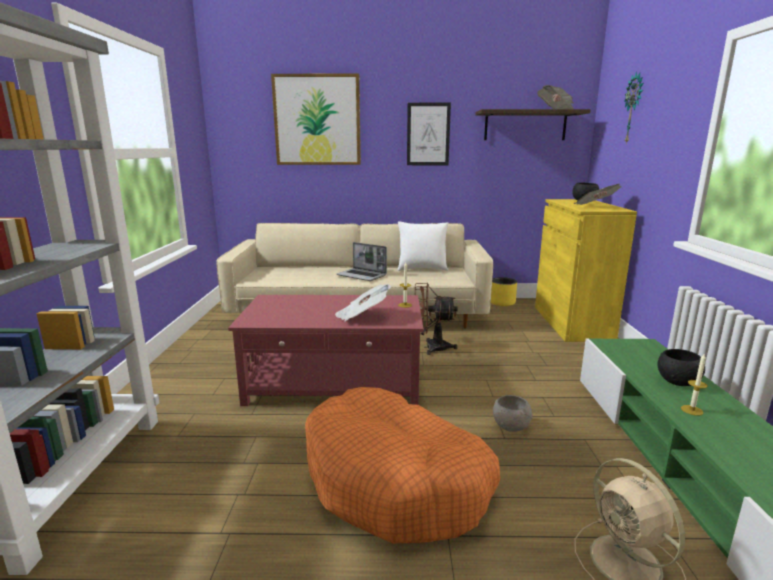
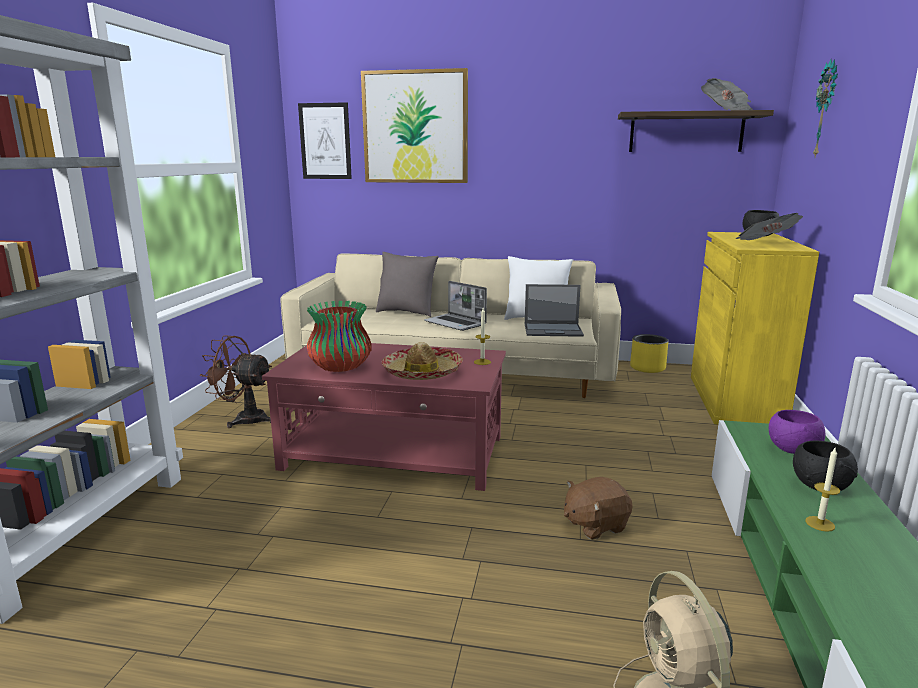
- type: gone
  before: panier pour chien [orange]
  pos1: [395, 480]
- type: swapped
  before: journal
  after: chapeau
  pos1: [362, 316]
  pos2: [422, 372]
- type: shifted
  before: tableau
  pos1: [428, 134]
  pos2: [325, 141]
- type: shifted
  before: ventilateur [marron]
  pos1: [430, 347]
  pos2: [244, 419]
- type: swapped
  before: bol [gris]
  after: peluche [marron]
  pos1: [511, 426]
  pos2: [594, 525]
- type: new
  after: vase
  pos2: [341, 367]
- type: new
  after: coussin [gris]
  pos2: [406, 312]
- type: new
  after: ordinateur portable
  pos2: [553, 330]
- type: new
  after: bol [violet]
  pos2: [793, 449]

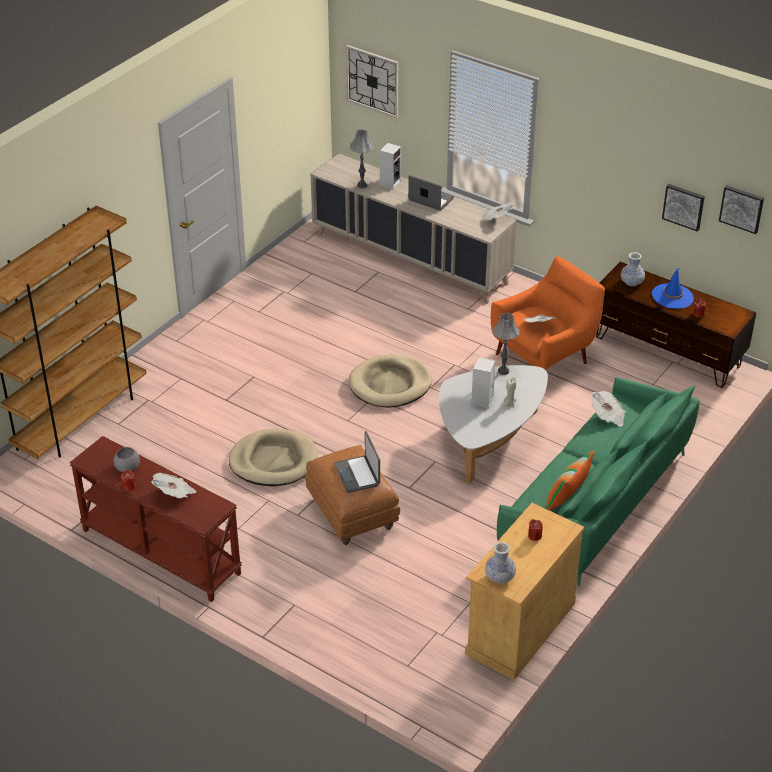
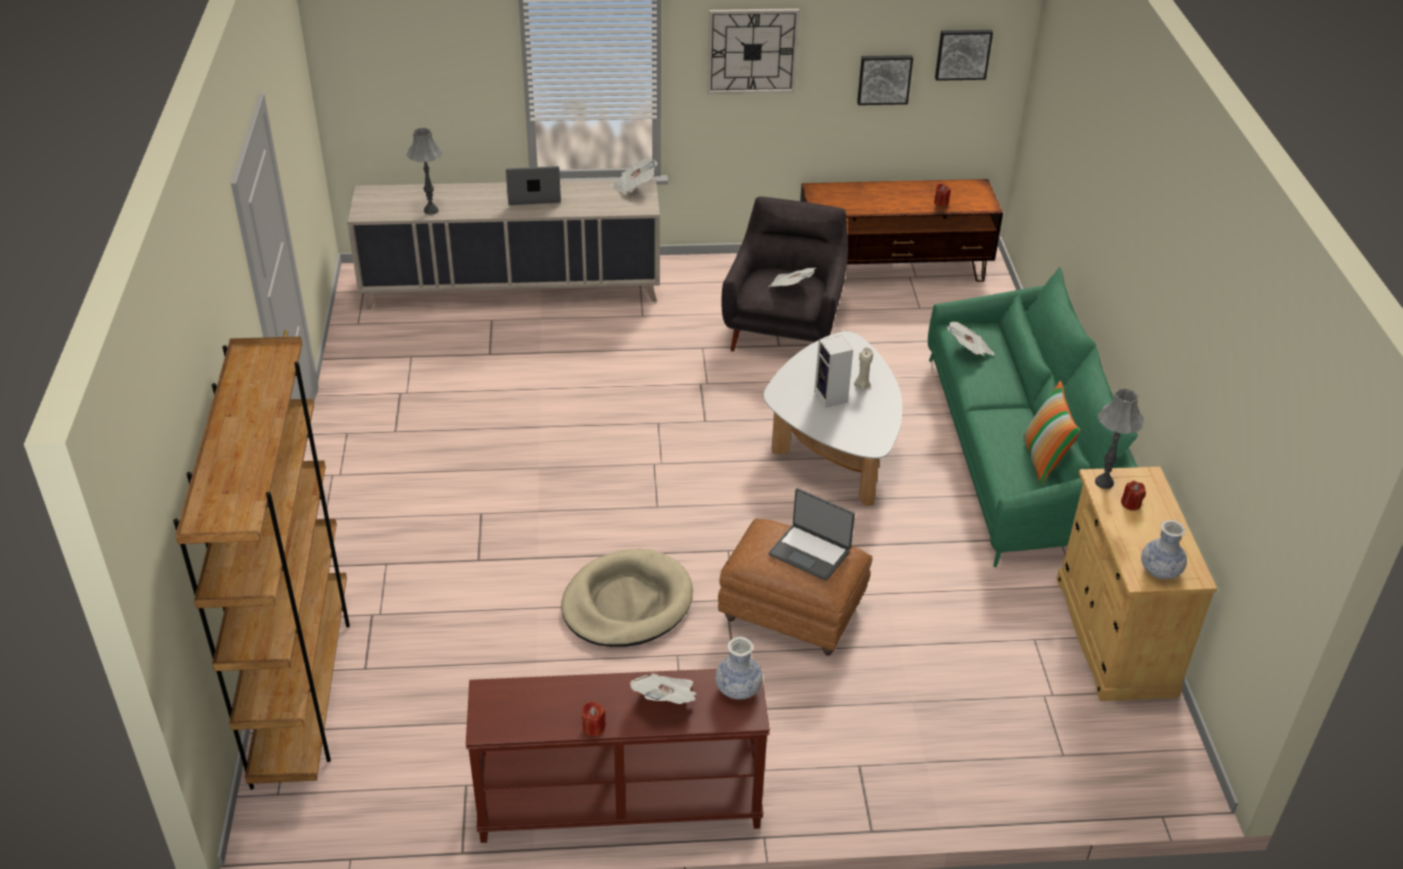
- type: gone
  before: bol [gris]
  pos1: [127, 467]
- type: shifted
  before: horloge murale
  pos1: [372, 81]
  pos2: [752, 51]
- type: gone
  before: panier pour chien [beige]
  pos1: [390, 384]
- type: gone
  before: enceinte
  pos1: [390, 183]
- type: repainted
  before: fauteuil [orange]
  after: fauteuil [gris]
  pos1: [544, 357]
  pos2: [784, 330]
- type: shifted
  before: lampe de table [gris]
  pos1: [503, 371]
  pos2: [1104, 482]
- type: shifted
  before: vase
  pos1: [631, 282]
  pos2: [738, 689]
- type: gone
  before: chapeau [bleu]
  pos1: [672, 296]

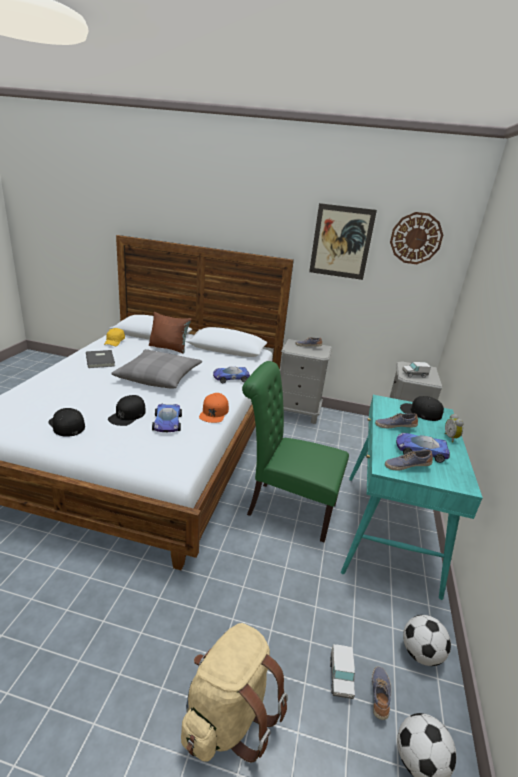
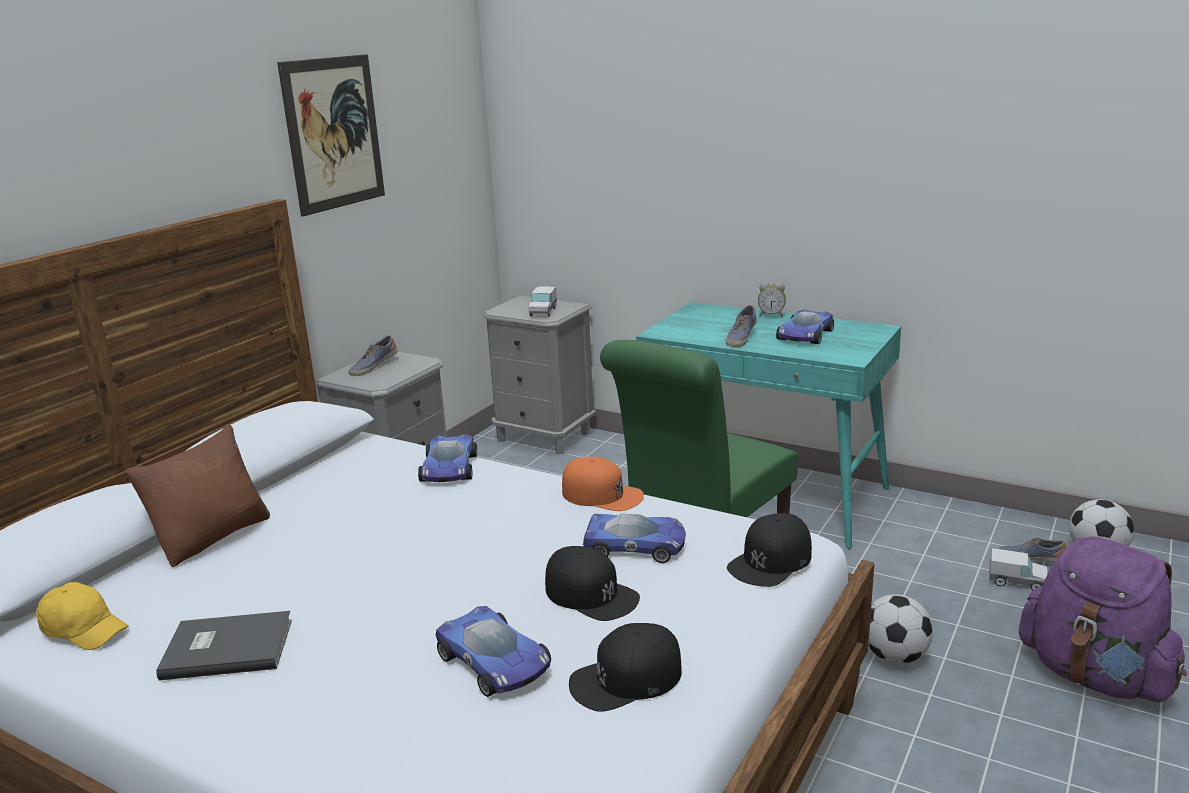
- type: gone
  before: coussin [gris]
  pos1: [159, 376]
- type: repainted
  before: sac à dos [beige]
  after: sac à dos [violet]
  pos1: [228, 715]
  pos2: [1095, 676]
- type: gone
  before: chaussure
  pos1: [406, 466]
- type: gone
  before: horloge murale
  pos1: [416, 238]
- type: shifted
  before: casquette [noir]
  pos1: [420, 412]
  pos2: [771, 561]
- type: shifted
  before: ballon de foot
  pos1: [420, 653]
  pos2: [894, 656]
- type: new
  after: petite voiture
  pos2: [495, 662]

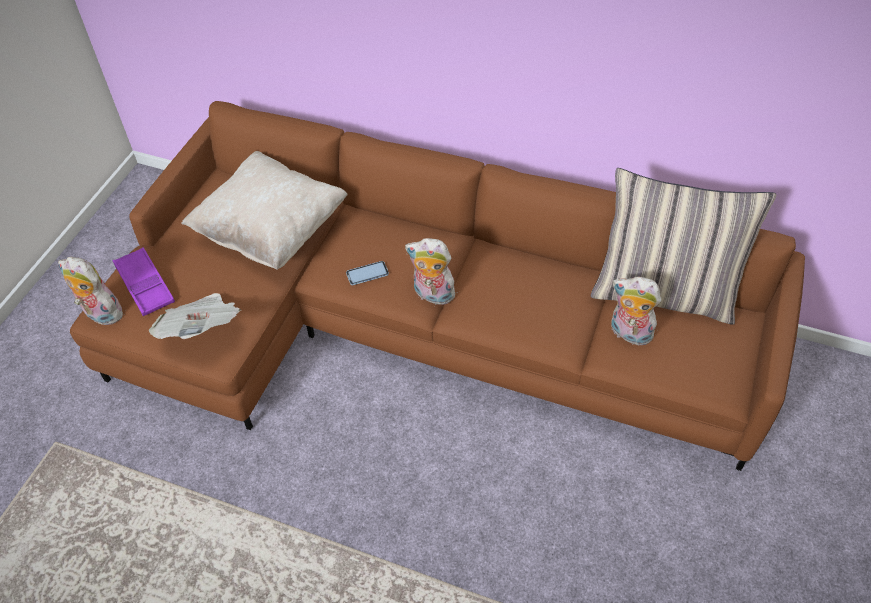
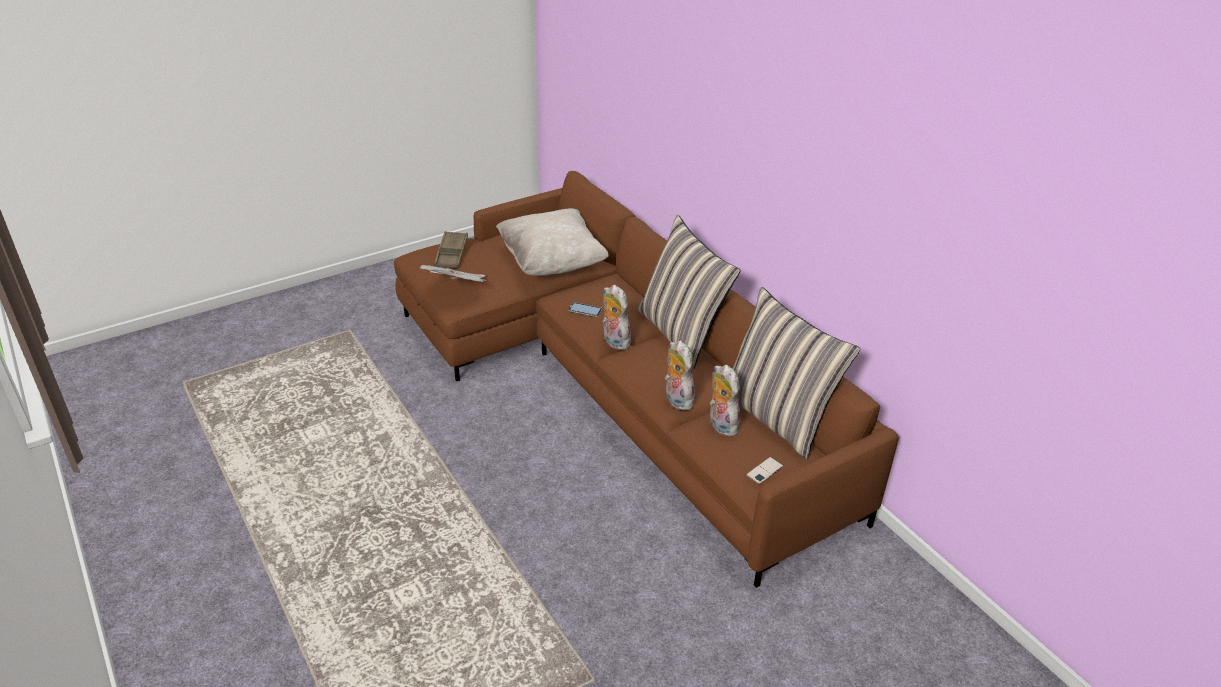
- type: shifted
  before: peluche
  pos1: [100, 314]
  pos2: [676, 399]
- type: repainted
  before: plateau [violet]
  after: plateau [marron]
  pos1: [145, 285]
  pos2: [451, 254]
- type: new
  after: coussin
  pos2: [681, 334]
- type: new
  after: téléphone
  pos2: [764, 471]

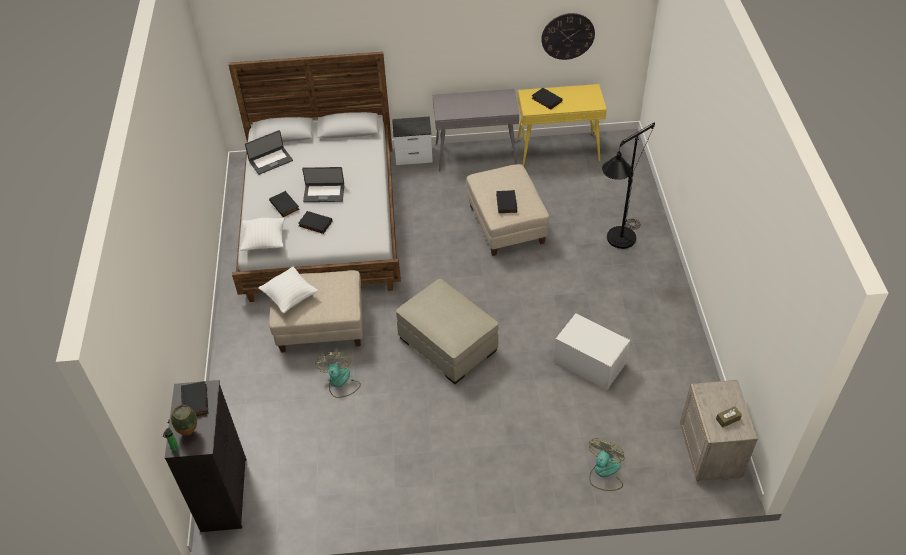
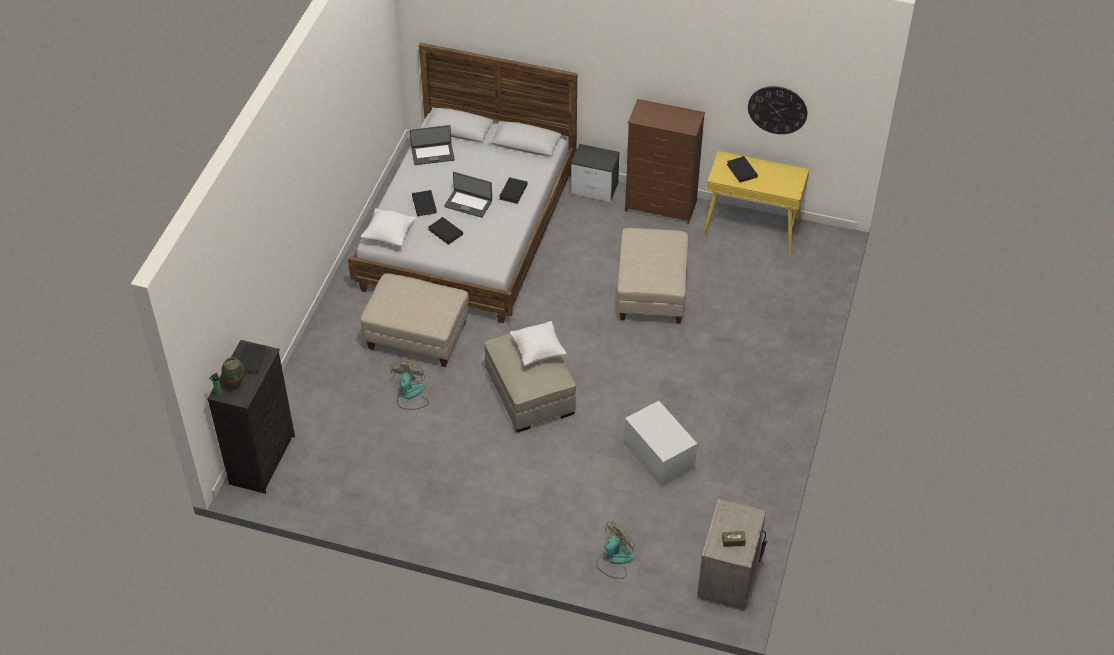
- type: shifted
  before: coussin [blanc]
  pos1: [290, 297]
  pos2: [538, 351]
- type: swapped
  before: table console [gris]
  after: commode [marron]
  pos1: [476, 154]
  pos2: [661, 207]
- type: shifted
  before: livre [noir]
  pos1: [505, 203]
  pos2: [512, 191]
- type: gone
  before: lampadaire [noir]
  pos1: [616, 243]

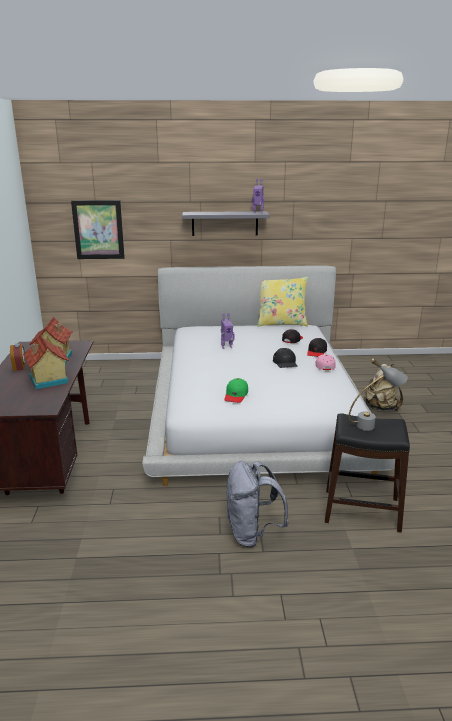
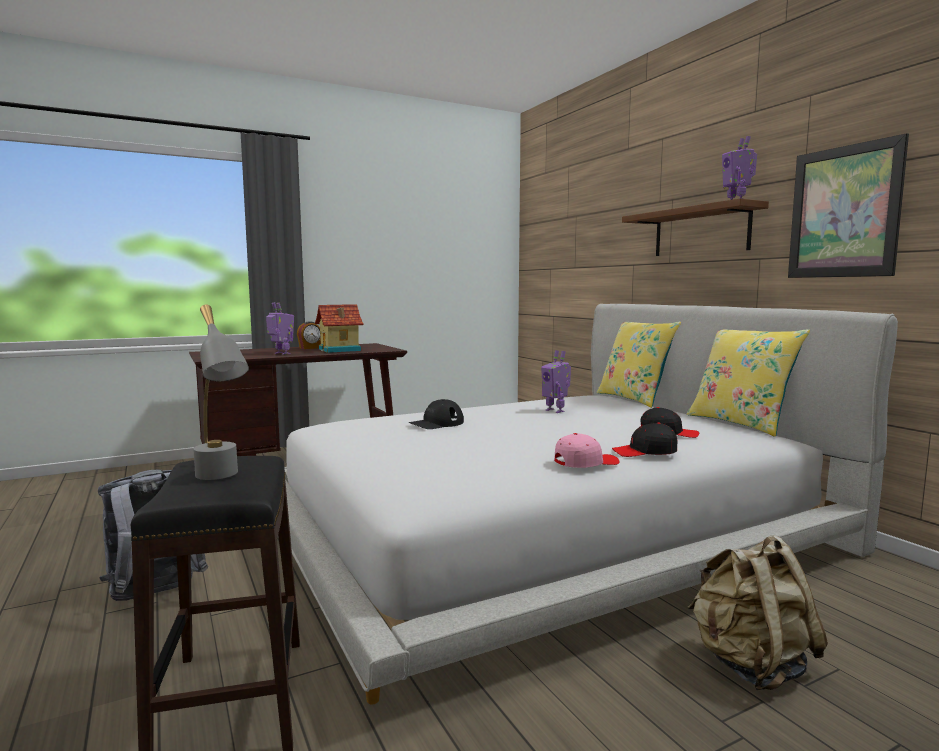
- type: swapped
  before: maison miniature
  after: robot jouet
  pos1: [47, 380]
  pos2: [281, 353]
- type: shifted
  before: tableau
  pos1: [98, 230]
  pos2: [844, 212]
- type: repainted
  before: étagère [gris]
  after: étagère [marron]
  pos1: [225, 223]
  pos2: [700, 232]
- type: gone
  before: casquette [vert]
  pos1: [236, 395]
- type: shifted
  before: casquette [noir]
  pos1: [285, 362]
  pos2: [436, 423]
- type: new
  after: coussin [jaune]
  pos2: [634, 399]

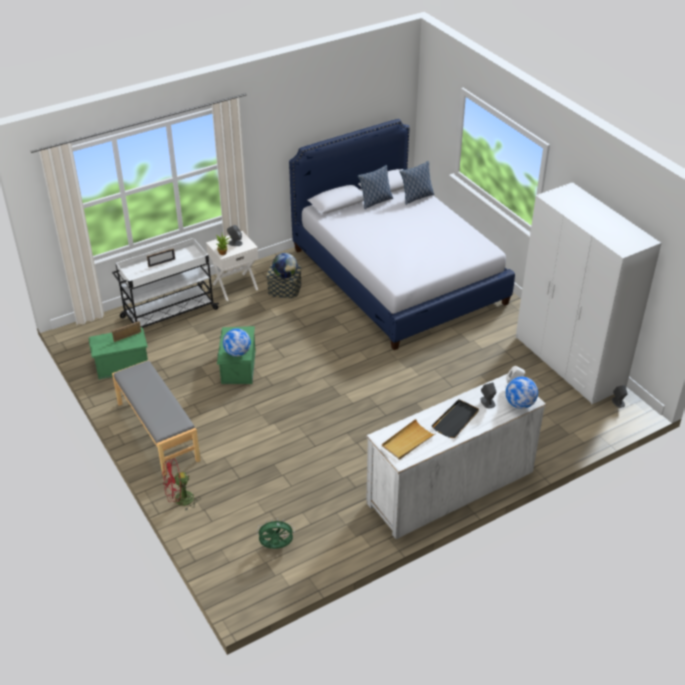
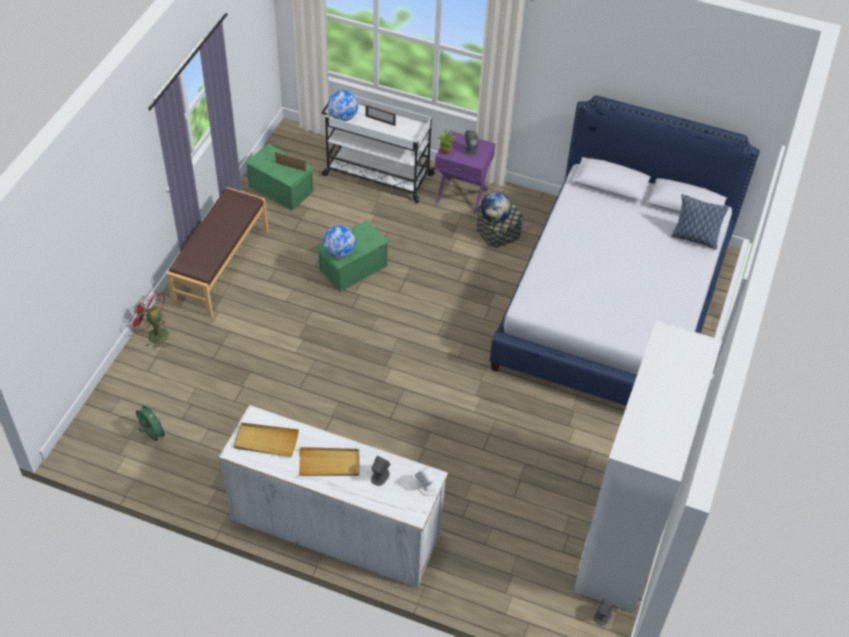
- type: repainted
  before: banc [gris]
  after: banc [marron]
  pos1: [157, 431]
  pos2: [221, 266]
- type: repainted
  before: table de chevet [blanc]
  after: table de chevet [violet]
  pos1: [235, 286]
  pos2: [462, 194]
- type: gone
  before: coussin
  pos1: [375, 202]
- type: repainted
  before: plateau [noir]
  after: plateau [beige]
  pos1: [456, 420]
  pos2: [329, 464]
- type: shifted
  before: globe
  pos1: [519, 404]
  pos2: [343, 117]

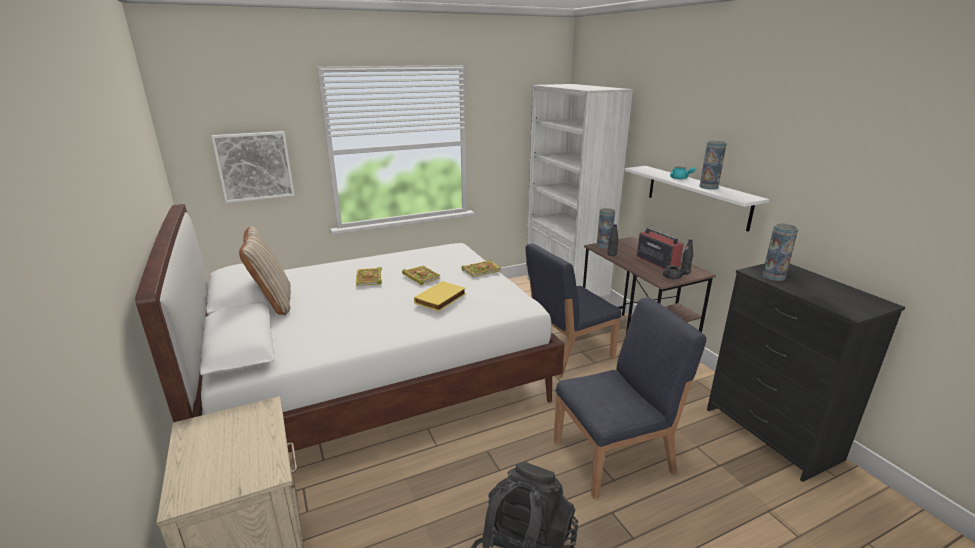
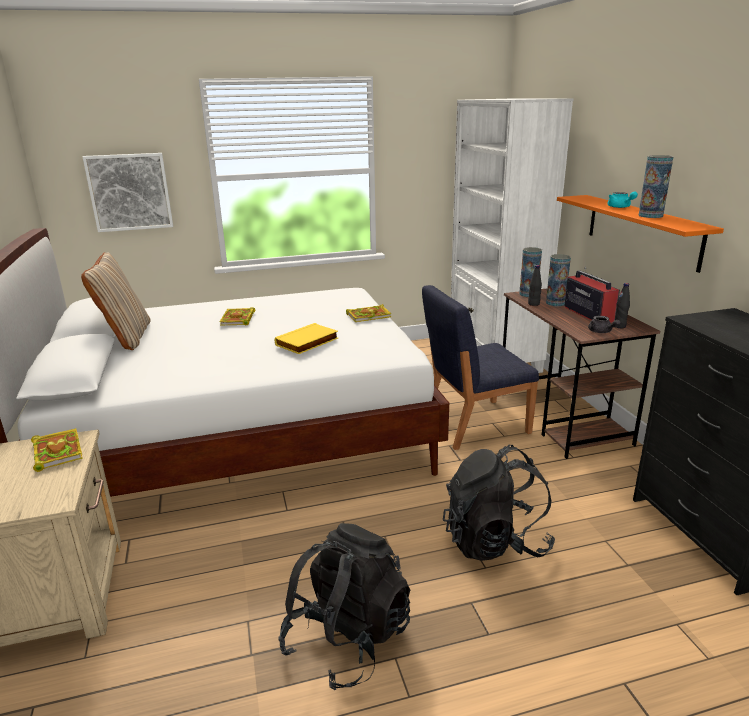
- type: shifted
  before: livre
  pos1: [420, 277]
  pos2: [57, 451]
- type: swapped
  before: chaise [bleu]
  after: sac à dos [noir]
  pos1: [614, 456]
  pos2: [495, 541]
- type: repainted
  before: étagère [blanc]
  after: étagère [orange]
  pos1: [696, 196]
  pos2: [642, 230]
- type: shifted
  before: vase
  pos1: [773, 276]
  pos2: [555, 303]

